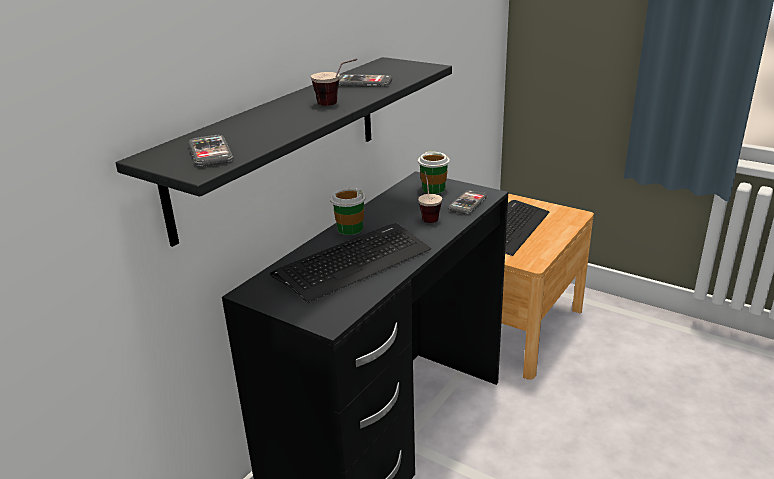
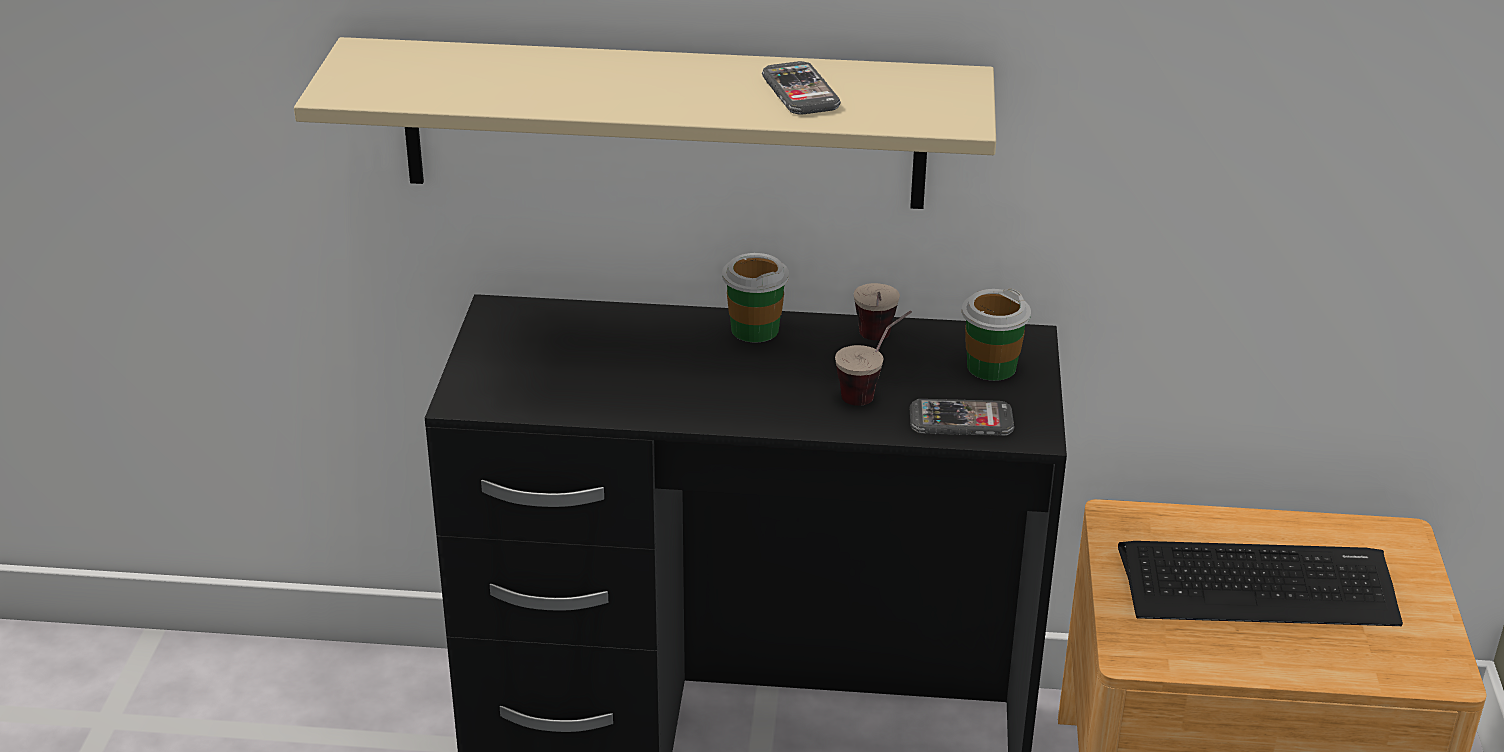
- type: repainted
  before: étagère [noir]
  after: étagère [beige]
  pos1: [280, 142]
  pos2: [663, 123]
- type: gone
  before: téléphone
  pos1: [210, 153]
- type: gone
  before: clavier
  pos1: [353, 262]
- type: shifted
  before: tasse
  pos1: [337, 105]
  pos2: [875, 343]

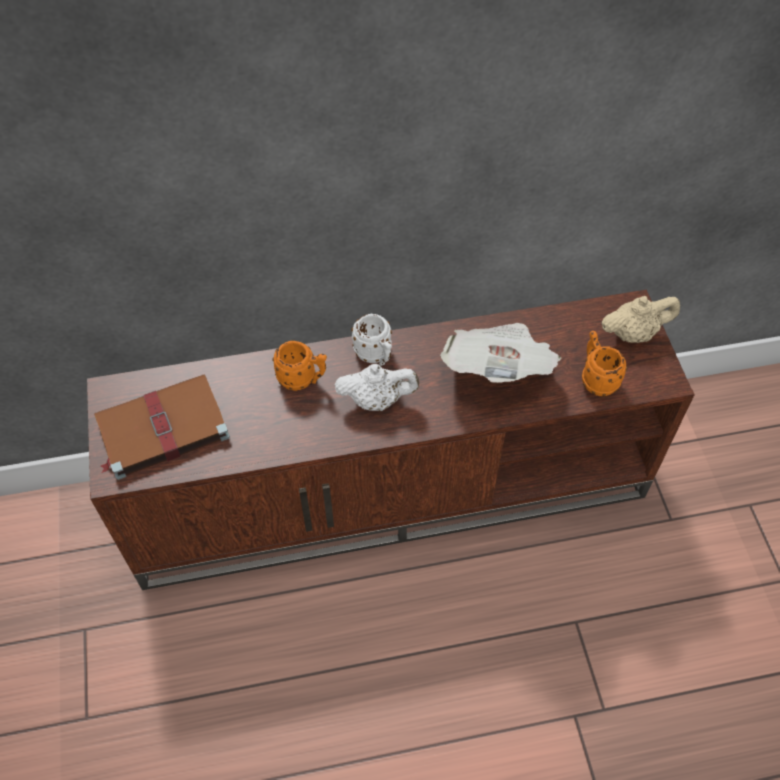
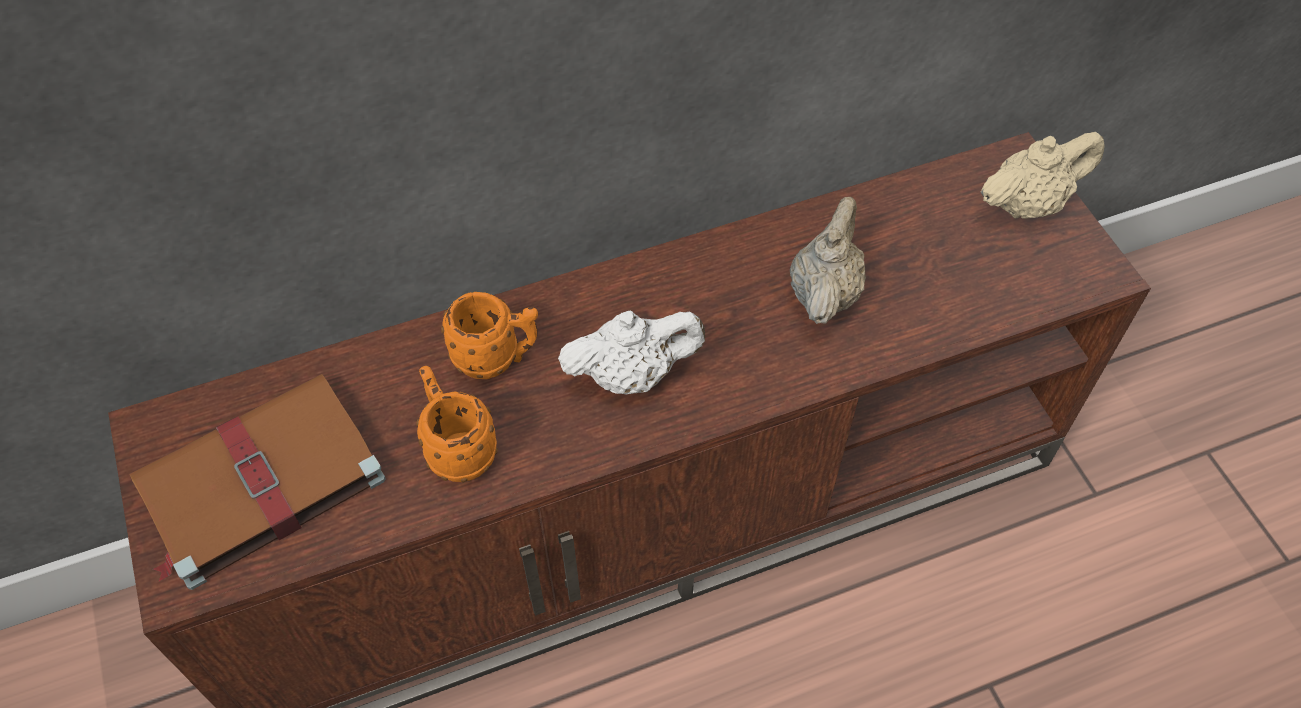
- type: gone
  before: mug [blanc]
  pos1: [376, 356]
- type: swapped
  before: journal
  after: théière [beige]
  pos1: [498, 369]
  pos2: [824, 292]
- type: shifted
  before: mug [orange]
  pos1: [596, 378]
  pos2: [457, 448]

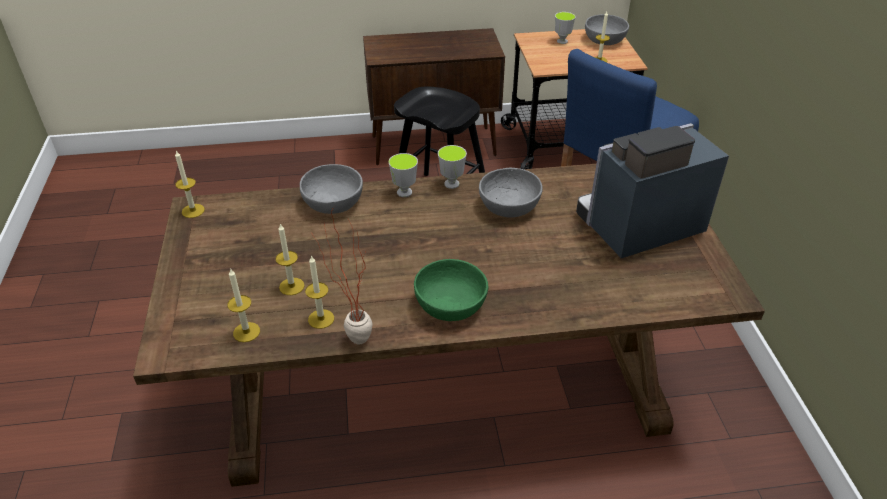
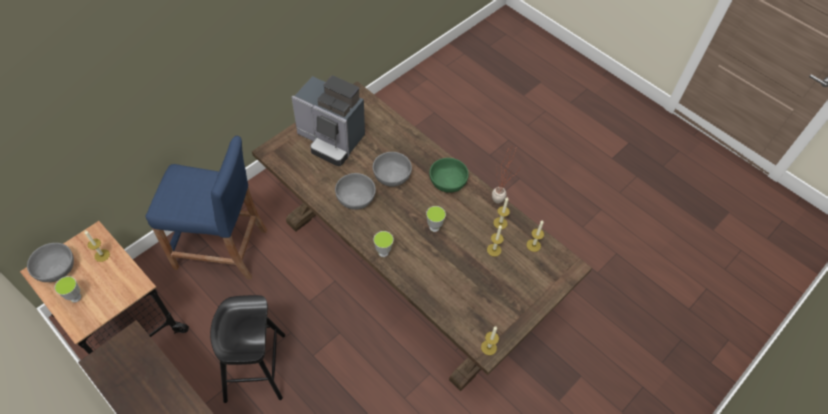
- type: shifted
  before: bol [gris]
  pos1: [333, 202]
  pos2: [392, 175]
- type: shifted
  before: tasse
  pos1: [451, 184]
  pos2: [434, 227]

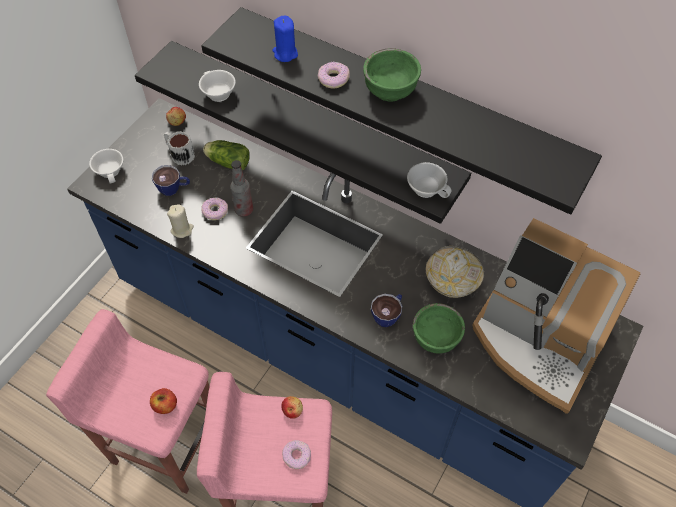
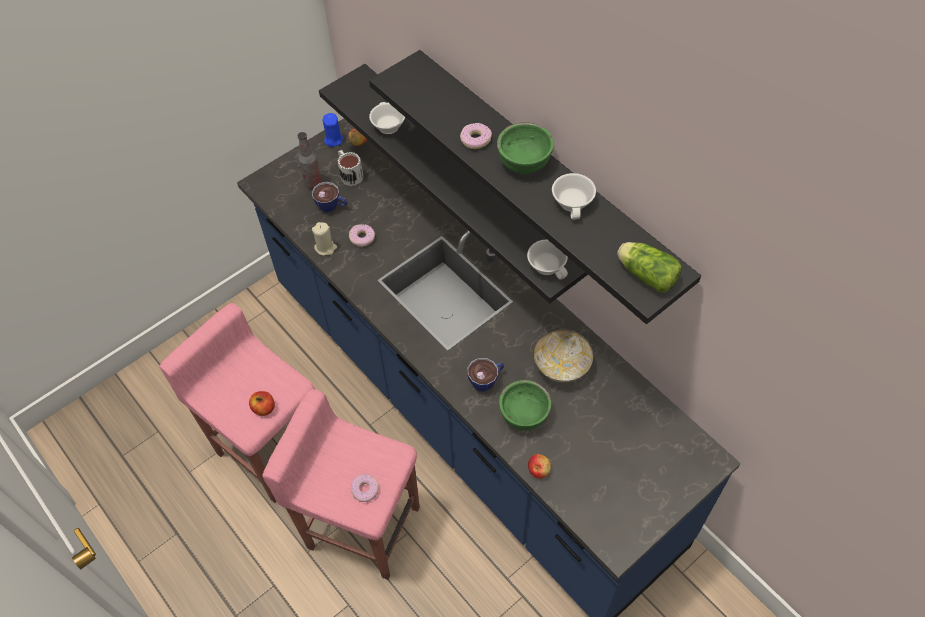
- type: shifted
  before: tasse [blanc]
  pos1: [111, 171]
  pos2: [574, 203]
- type: shifted
  before: laitue
  pos1: [227, 162]
  pos2: [645, 274]
- type: shifted
  before: bouteille
  pos1: [244, 210]
  pos2: [313, 183]
- type: shifted
  before: bougie [bleu]
  pos1: [285, 53]
  pos2: [333, 140]
- type: shifted
  before: pomme
  pos1: [292, 410]
  pos2: [539, 470]
- type: gone
  before: machine à café
  pos1: [538, 340]

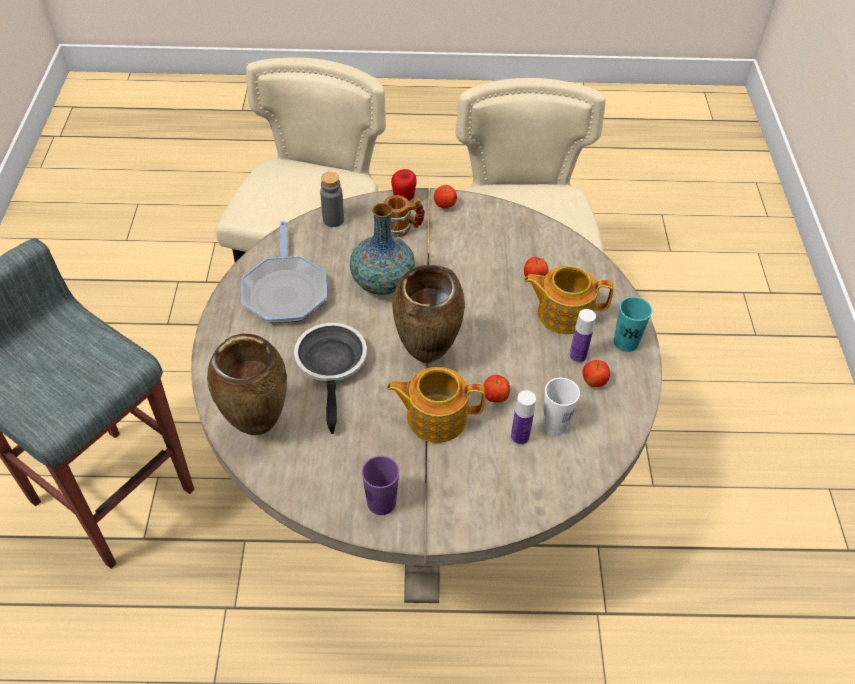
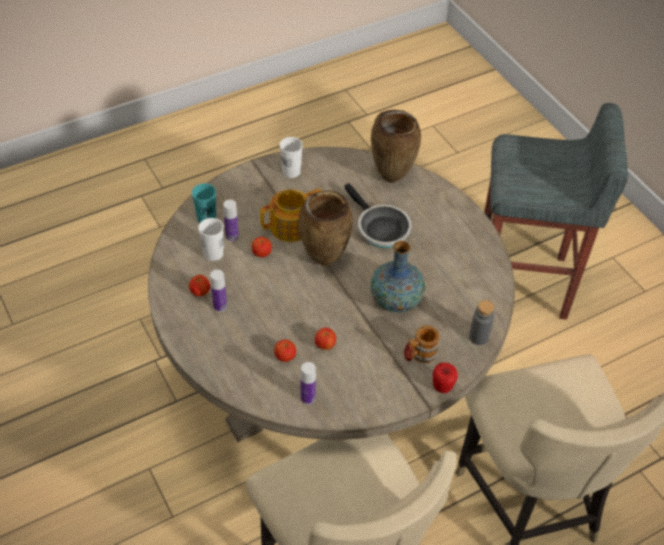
- type: gone
  before: poêle
  pos1: [285, 291]
- type: repainted
  before: tasse [violet]
  after: tasse [blanc]
  pos1: [381, 502]
  pos2: [291, 171]
- type: shifted
  before: pomme
  pos1: [444, 205]
  pos2: [325, 345]
- type: gone
  before: théière
  pos1: [563, 313]
- type: shifted
  before: tasse [turquoise]
  pos1: [626, 342]
  pos2: [206, 219]
- type: new
  after: bouteille
  pos2: [308, 398]

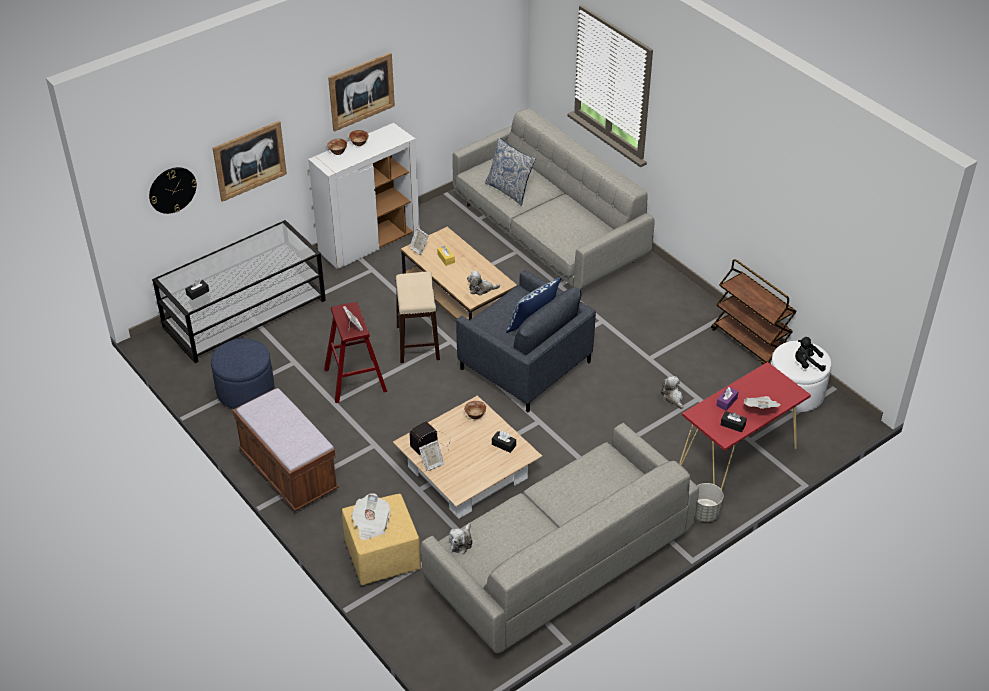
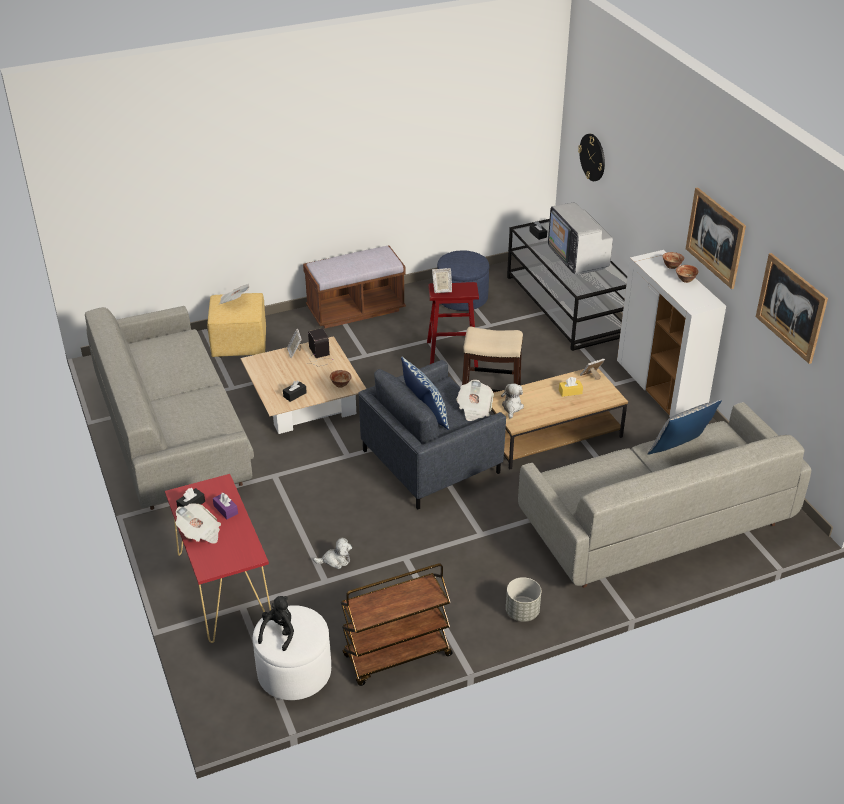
- type: shifted
  before: tableau
  pos1: [249, 160]
  pos2: [791, 307]
- type: gone
  before: peluche
  pos1: [461, 542]
- type: shifted
  before: cache-pot [gris]
  pos1: [705, 513]
  pos2: [522, 612]
- type: new
  after: journal
  pos2: [474, 409]
- type: new
  after: téléviseur
  pos2: [577, 258]

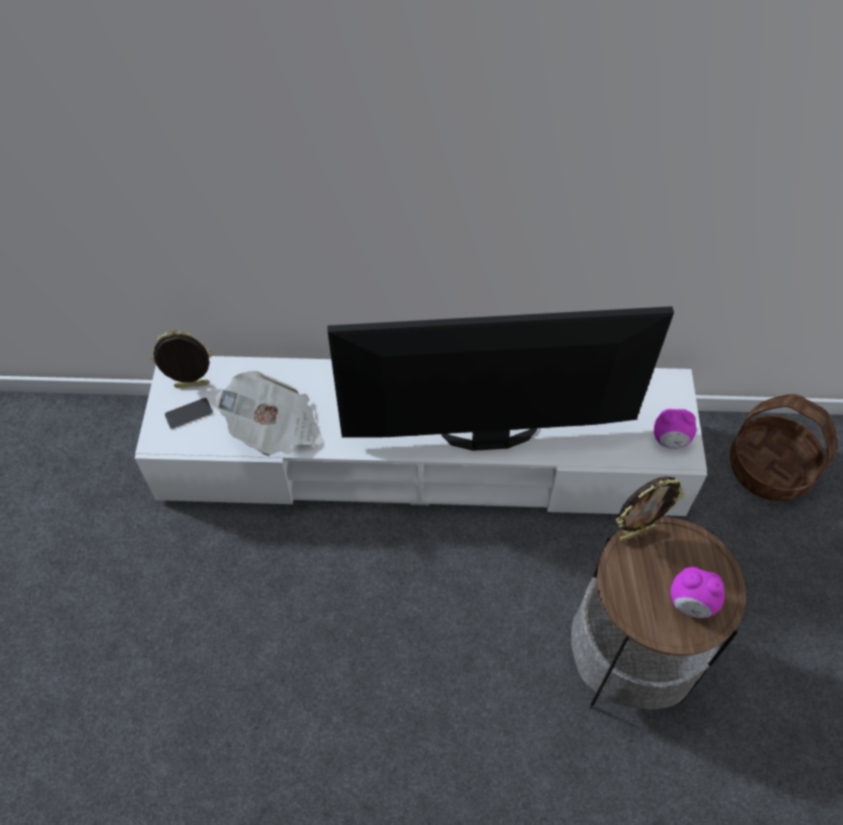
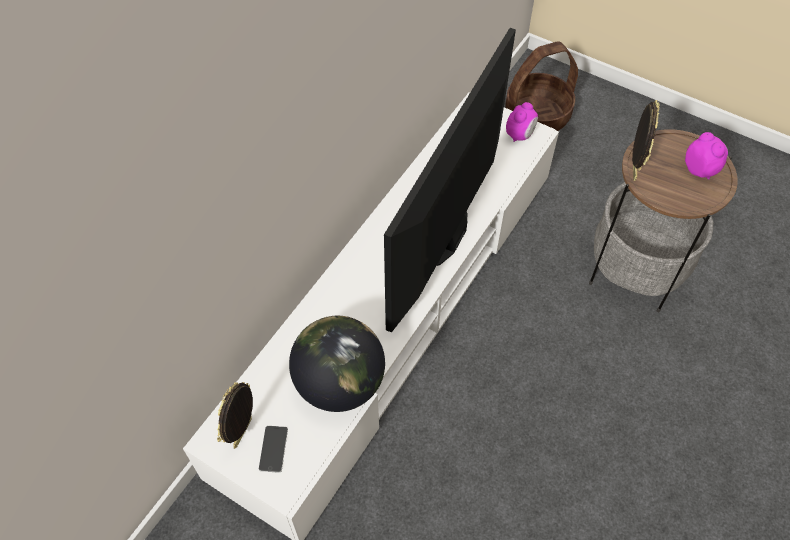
- type: swapped
  before: journal
  after: globe
  pos1: [275, 429]
  pos2: [340, 384]
- type: rotated
  before: réveil
  pos1: [690, 604]
  pos2: [700, 169]
  turn: -75

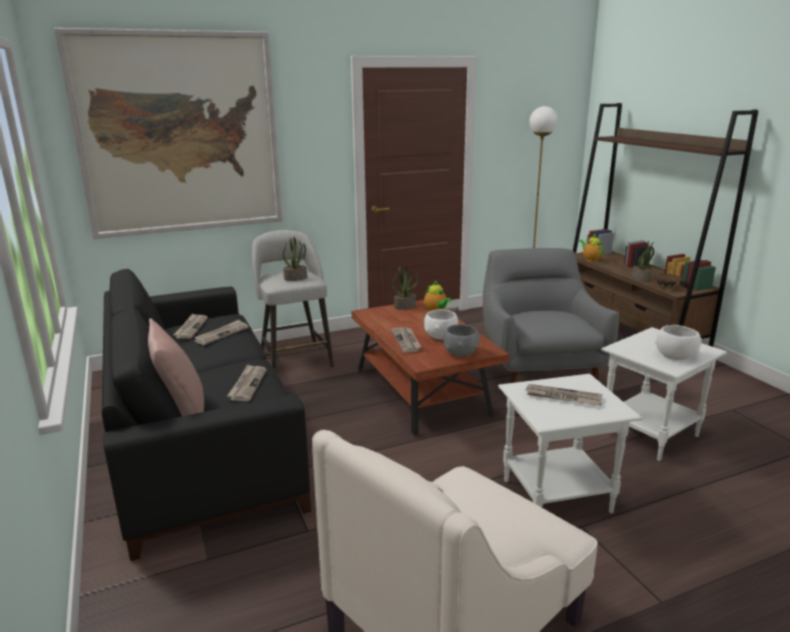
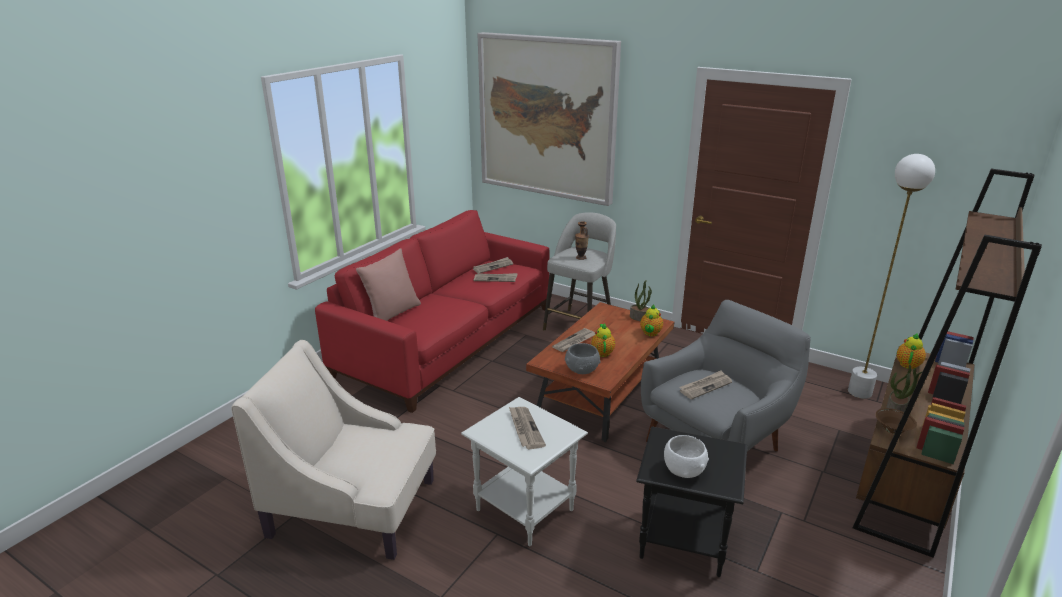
- type: repainted
  before: canapé [noir]
  after: canapé [rouge]
  pos1: [201, 435]
  pos2: [449, 341]
- type: shifted
  before: journal
  pos1: [247, 384]
  pos2: [705, 386]
- type: swapped
  before: plante en pot
  after: vase
  pos1: [295, 278]
  pos2: [581, 258]
- type: swapped
  before: bol [blanc]
  after: théière
  pos1: [441, 336]
  pos2: [602, 352]
- type: repainted
  before: table d'appoint [blanc]
  after: table d'appoint [noir]
  pos1: [649, 435]
  pos2: [682, 541]

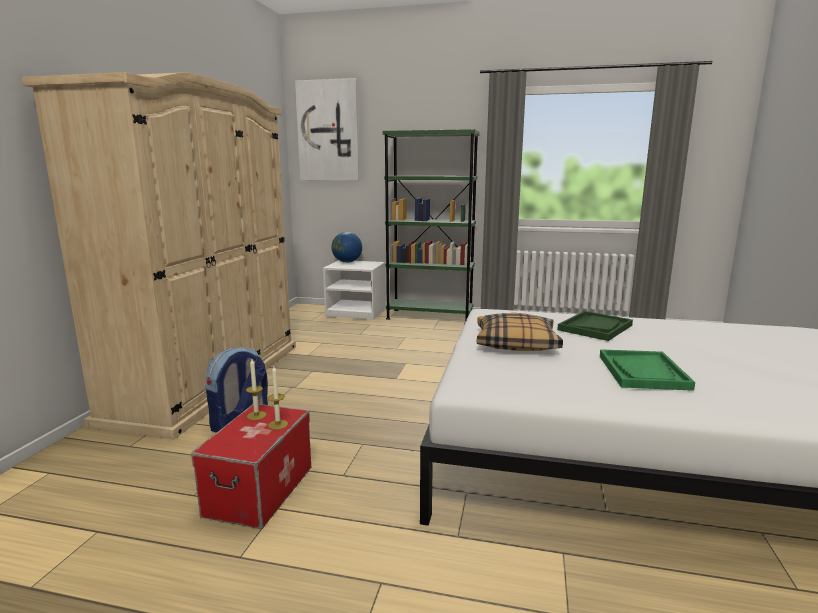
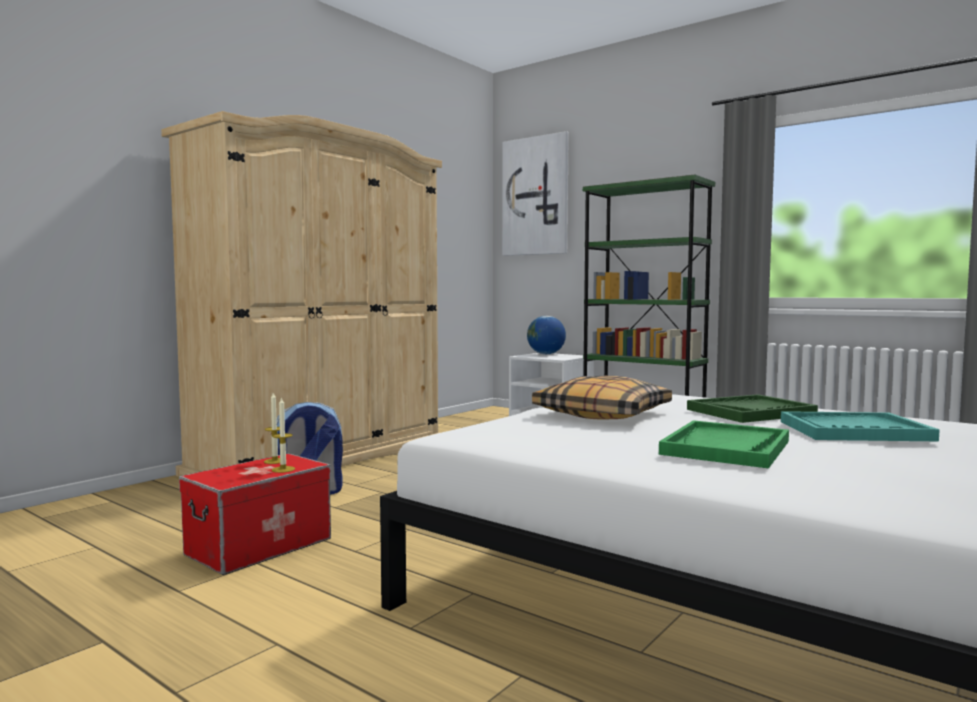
- type: new
  after: plateau [turquoise]
  pos2: [853, 431]

